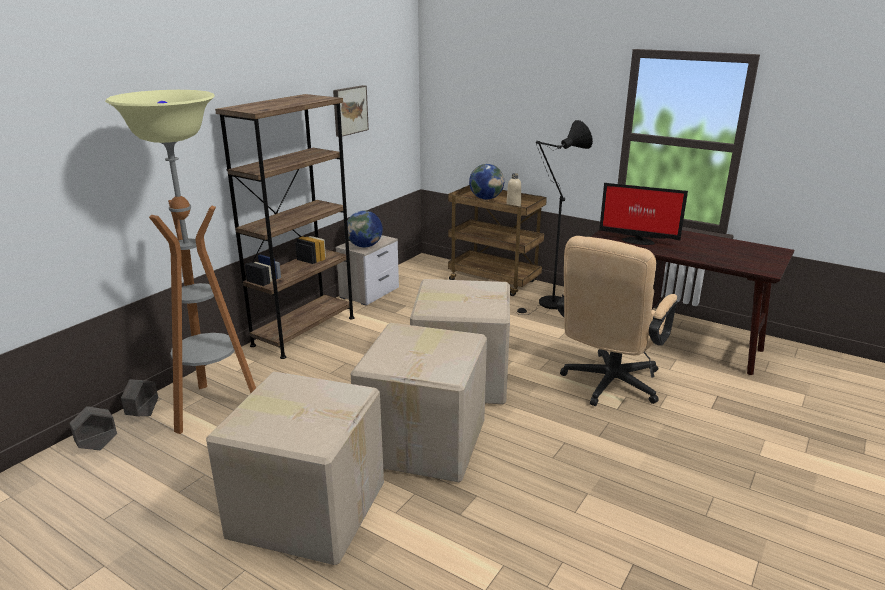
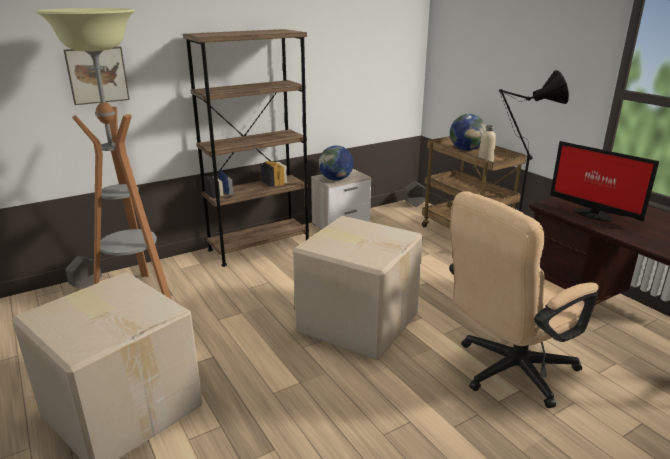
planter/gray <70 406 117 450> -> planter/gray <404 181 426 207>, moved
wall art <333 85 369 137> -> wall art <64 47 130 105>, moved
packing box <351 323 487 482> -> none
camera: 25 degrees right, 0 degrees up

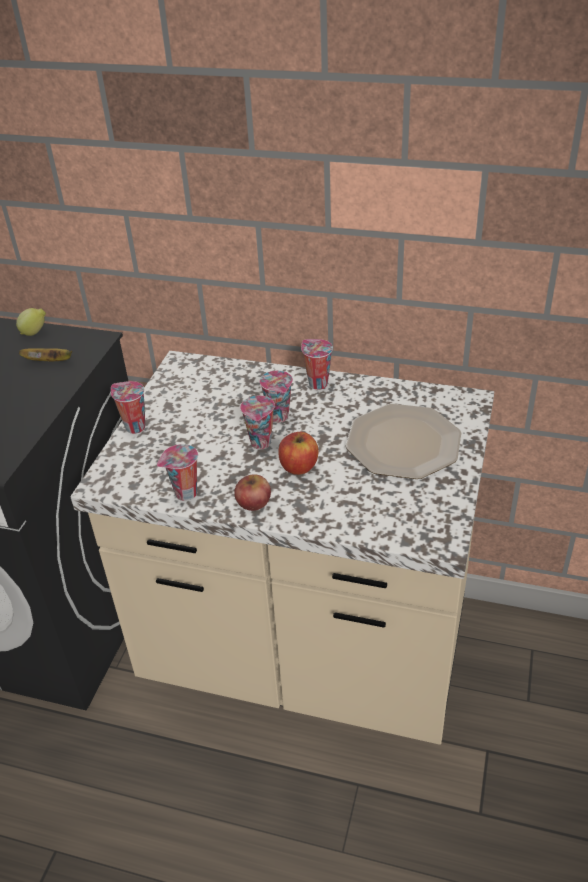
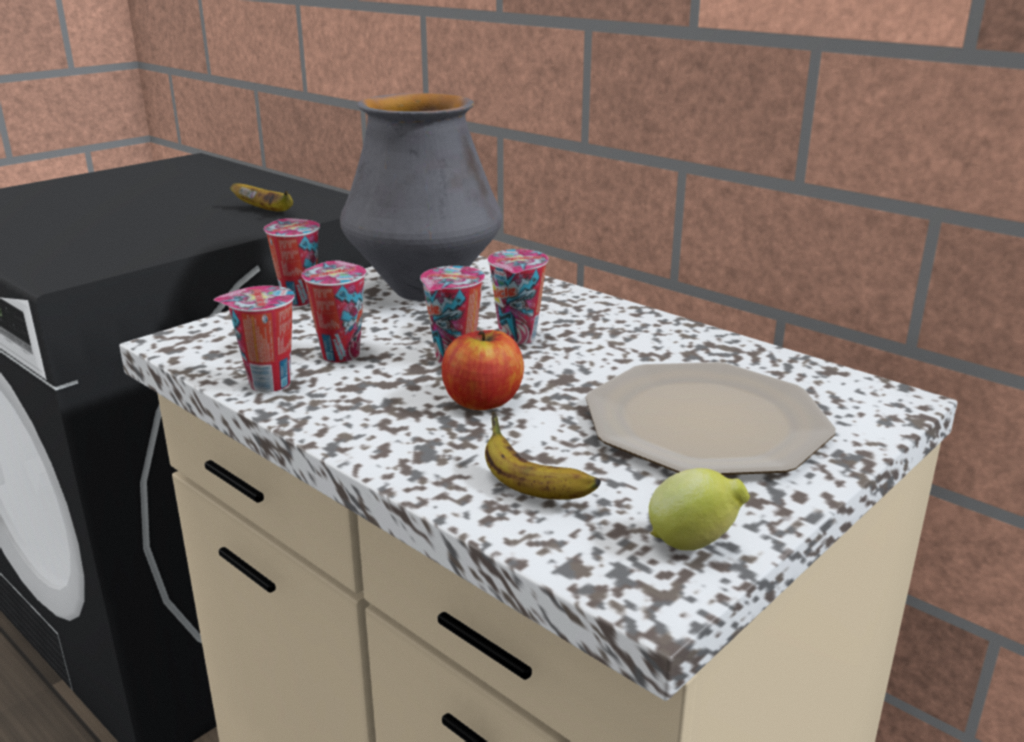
lemon <16 308 46 336> -> lemon <649 468 750 550>, moved
apple <234 474 271 511> -> none
small cup <301 339 333 390> -> small cup <302 260 366 362>, moved
none -> decorative vase <340 93 502 301>
none -> banana fruit <485 412 601 500>
camera: 25 degrees right, 15 degrees down

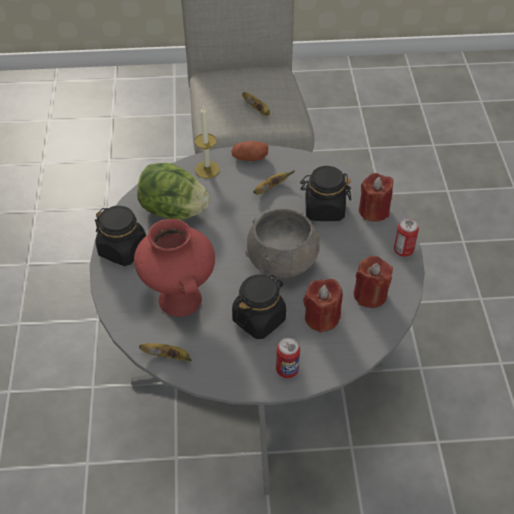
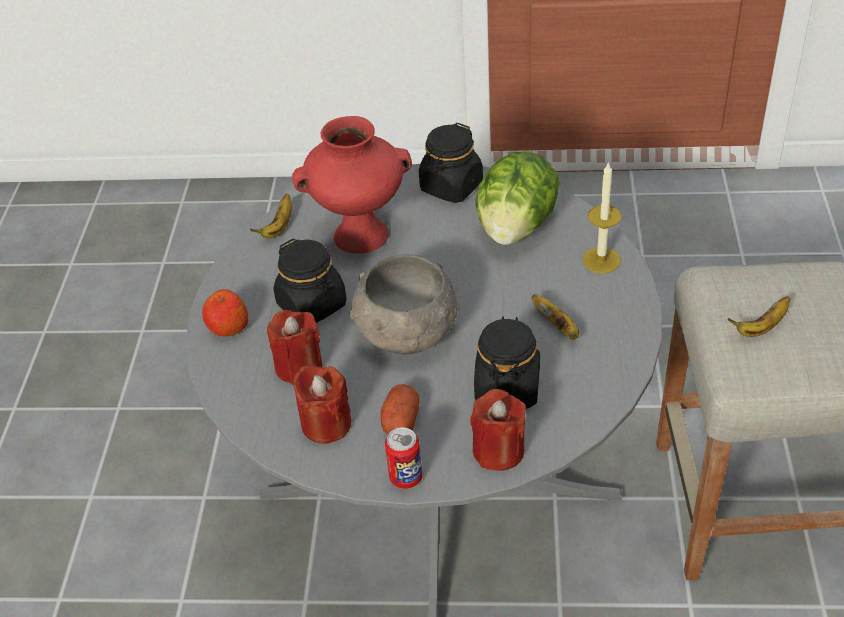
spud <231 141 268 161> -> spud <381 384 420 434>, moved
can <276 338 300 378> -> apple <202 289 248 337>
camera: 100 degrees right, 5 degrees down

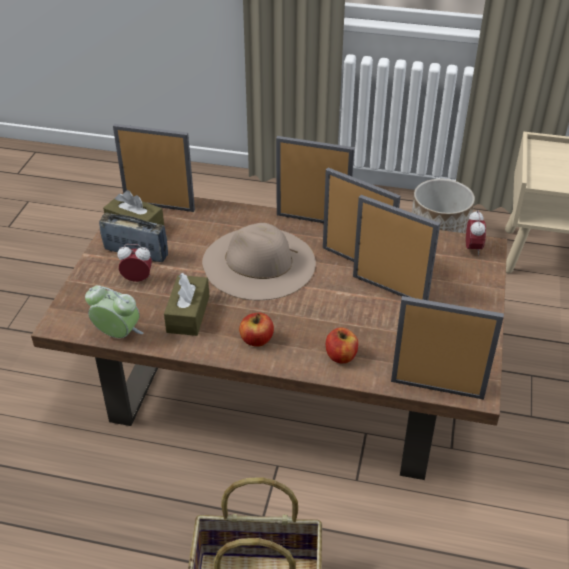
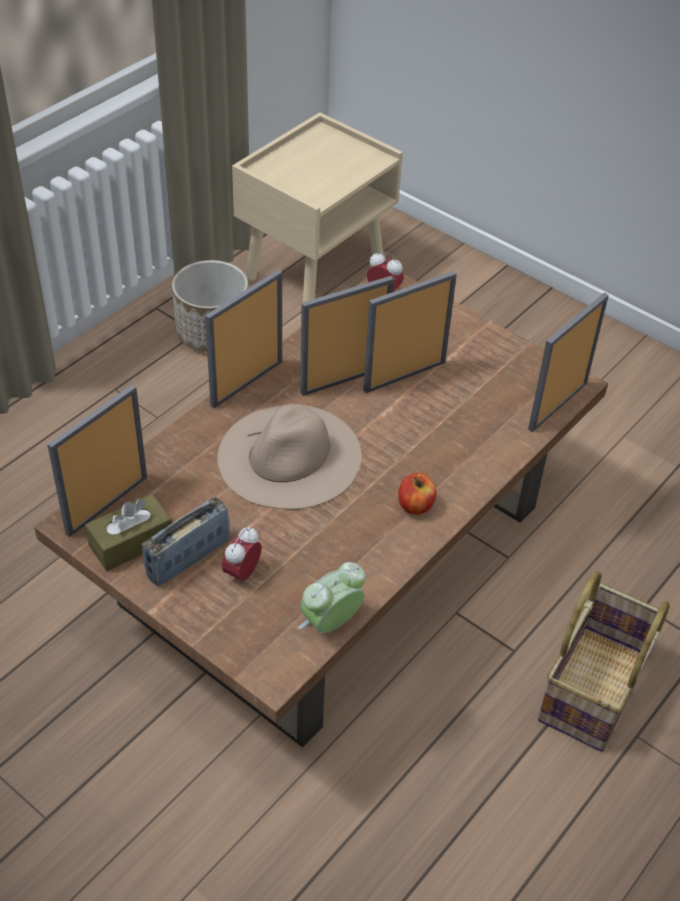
box of tissues/brown <164 273 209 336> -> none
apple <326 327 358 363> -> none
camera: 65 degrees left, 5 degrees up

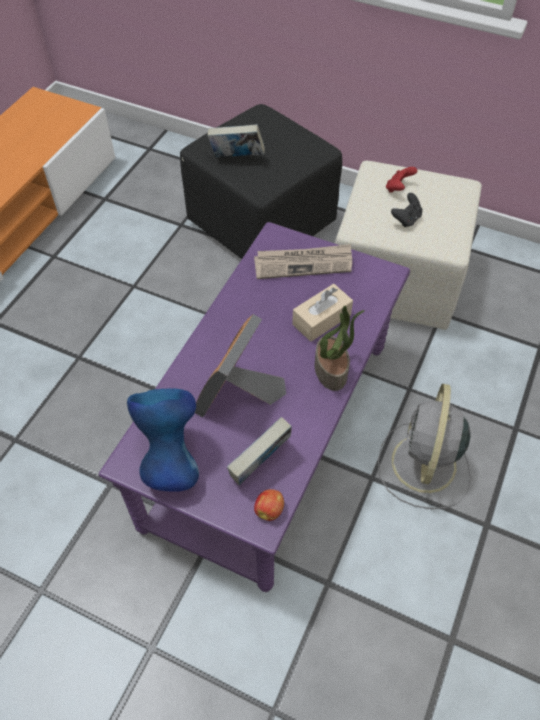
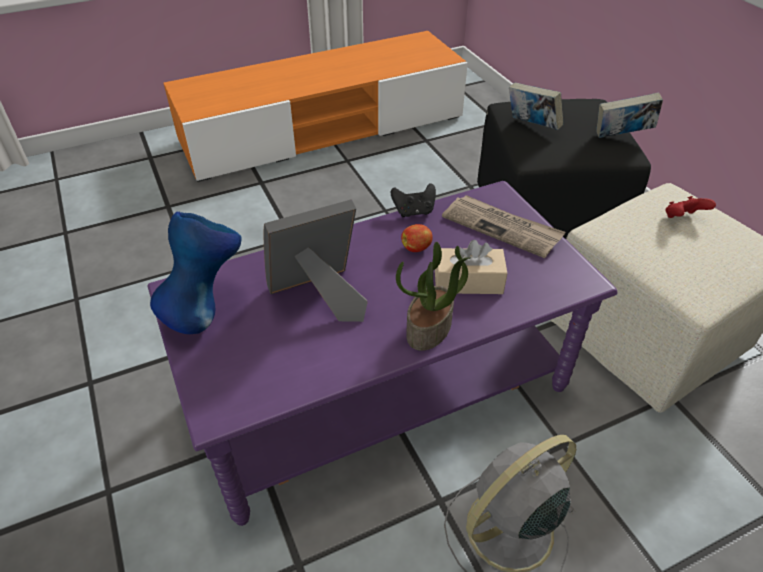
bound book <227 417 292 485> -> bound book <596 92 663 138>, moved
apple <254 489 284 521> -> apple <401 224 433 252>, moved
game controller/black-coloured <391 193 423 228> -> game controller/black-coloured <391 183 436 217>, moved
camera: 40 degrees right, 10 degrees down

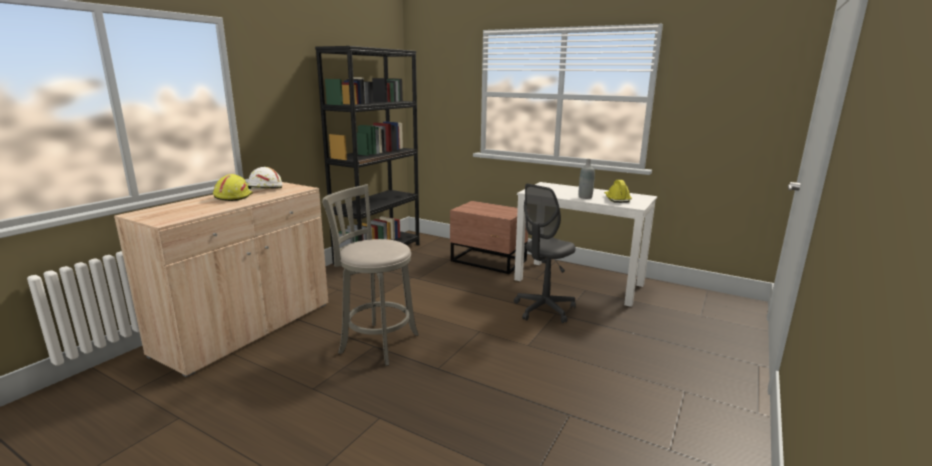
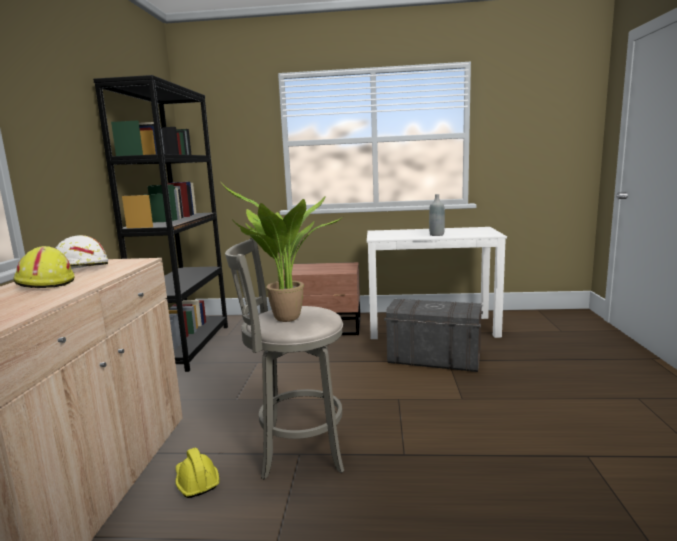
office chair/gray <514 183 576 323> -> storage box/gray <384 299 483 372>
safety helmet/yellowish <604 180 632 203> -> safety helmet/yellowish <175 448 220 498>, moved
none -> potted plant <222 184 344 322>
camera: 25 degrees left, 5 degrees down

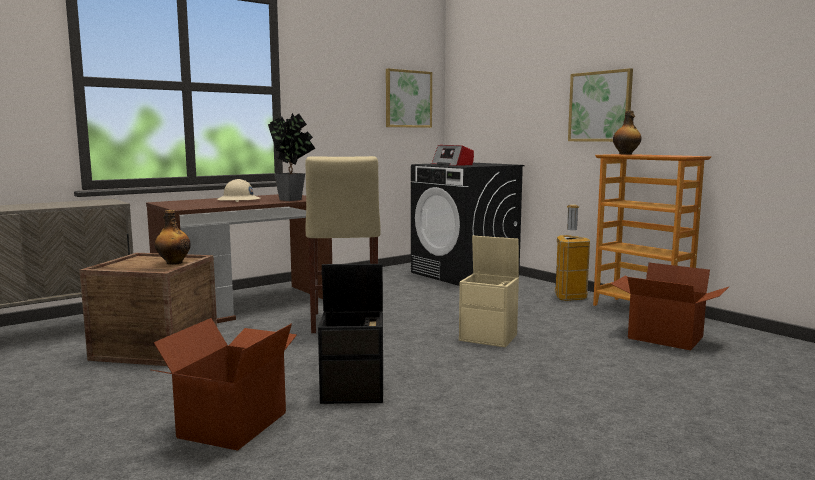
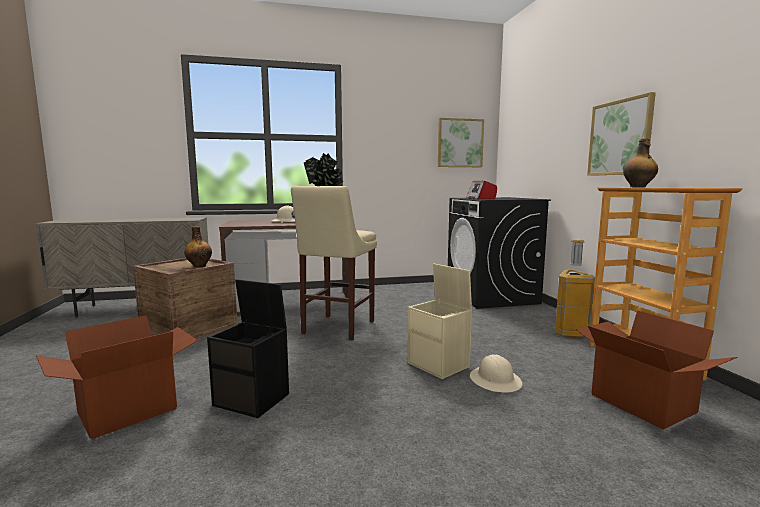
none -> safety helmet/beige <470 355 522 393>
camera: 25 degrees right, 0 degrees up

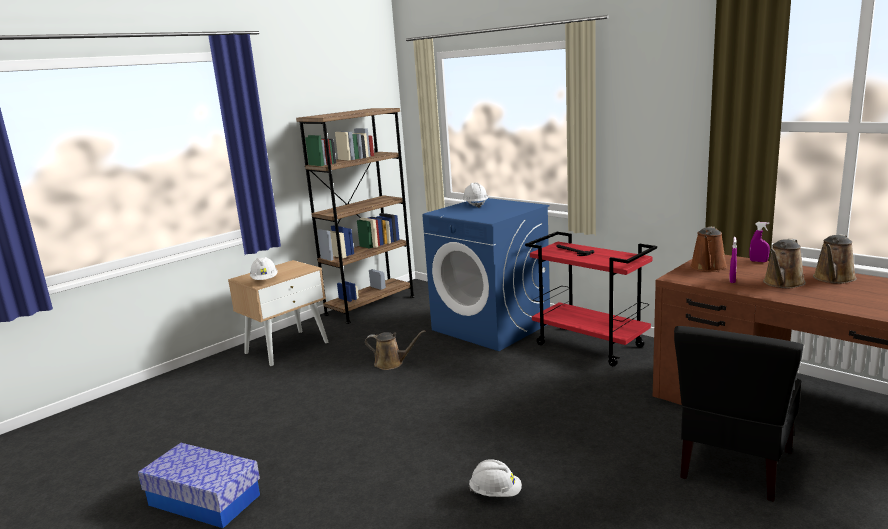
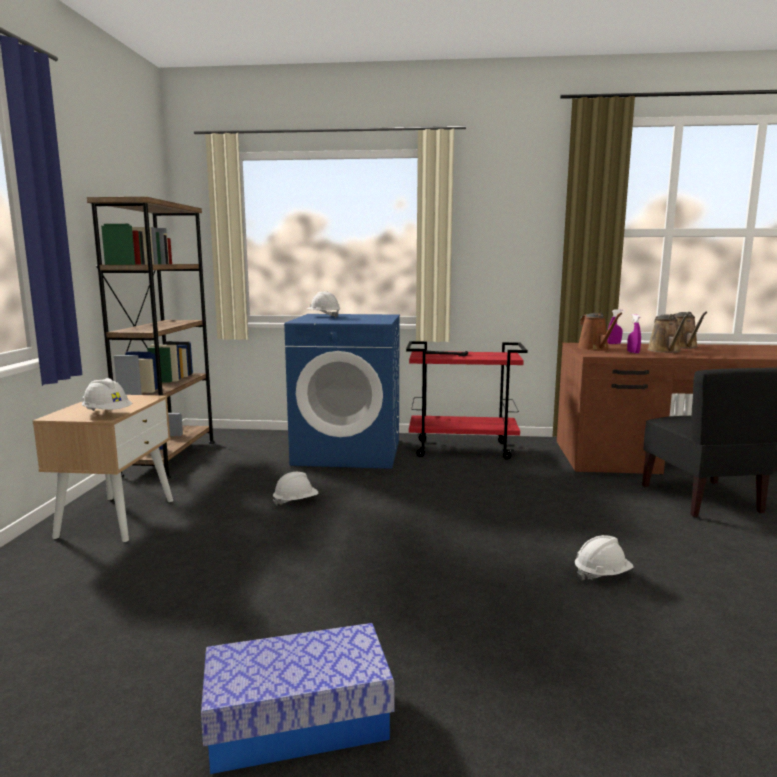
watering can/brown <365 330 425 370> -> safety helmet/whitish <273 472 318 506>
camera: 40 degrees left, 5 degrees down

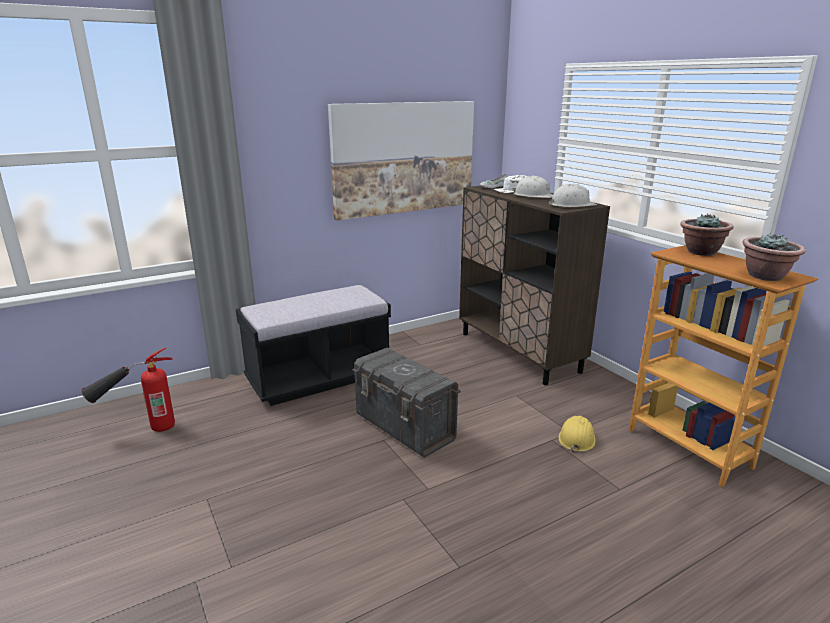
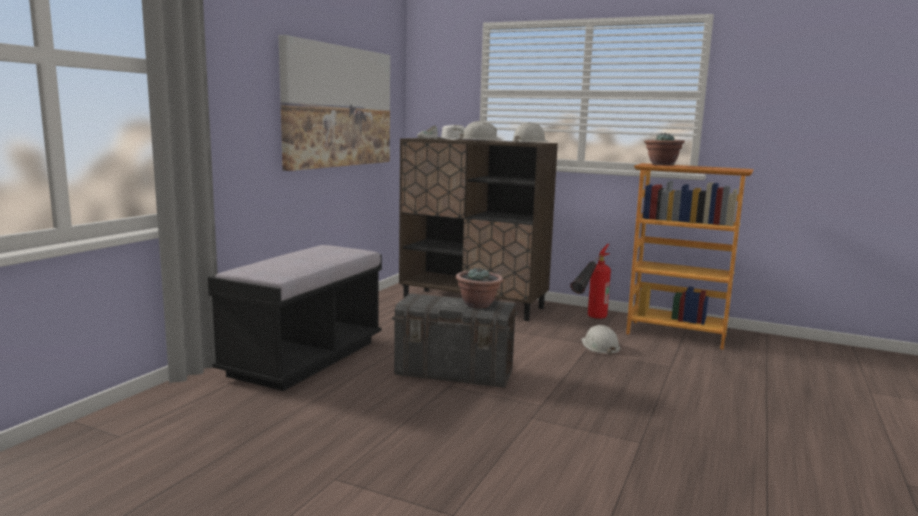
fire extinguisher <81 347 175 432> -> fire extinguisher <570 244 611 319>, moved
safety helmet/yellowish <558 416 596 453> -> safety helmet/whitish <582 325 620 355>
potted plant <742 233 806 281> -> potted plant <456 268 503 308>, moved
camera: 35 degrees left, 10 degrees down

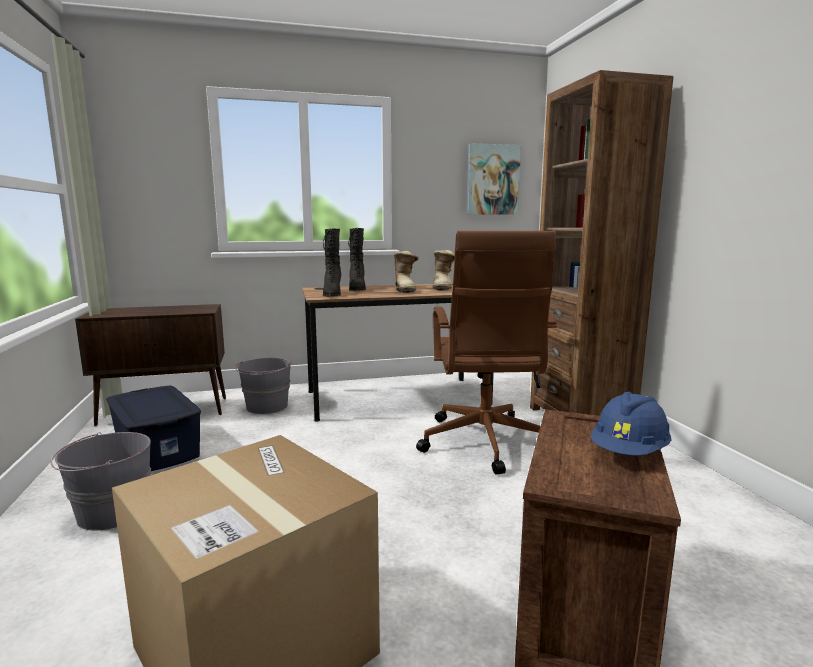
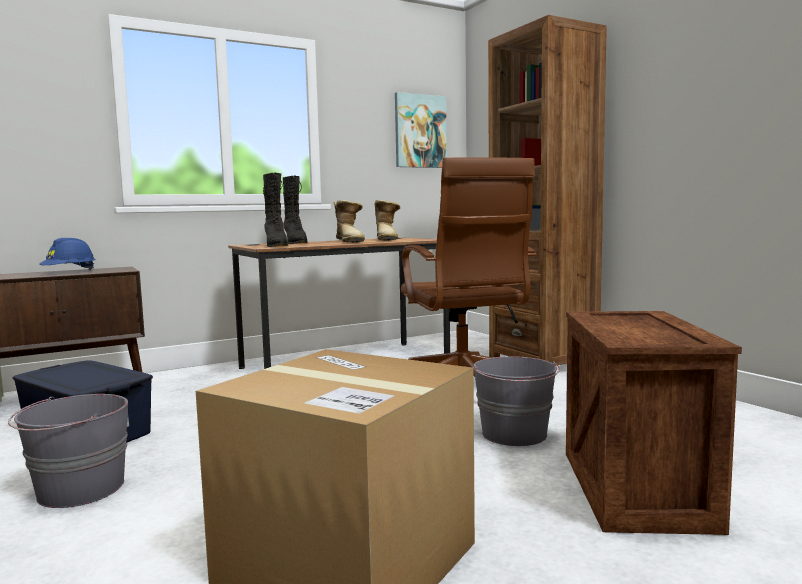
bucket/gray <235 358 291 414> -> bucket/gray <473 356 560 446>, moved
safety helmet/bluish <591 392 671 456> -> safety helmet/bluish <39 238 96 270>, moved
camera: 15 degrees left, 5 degrees down

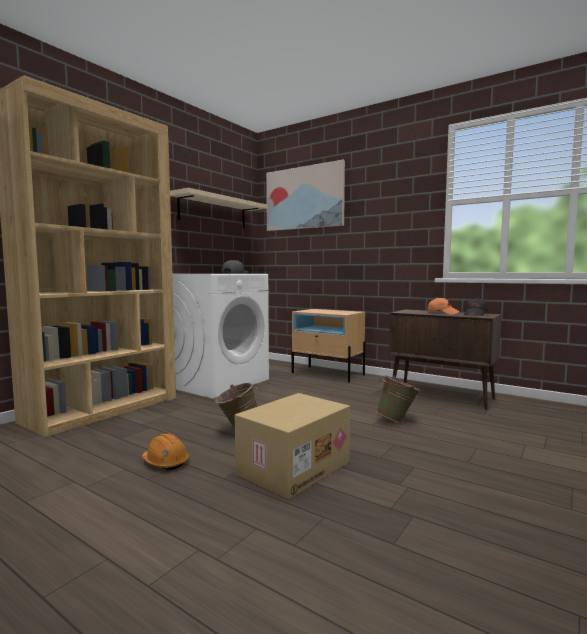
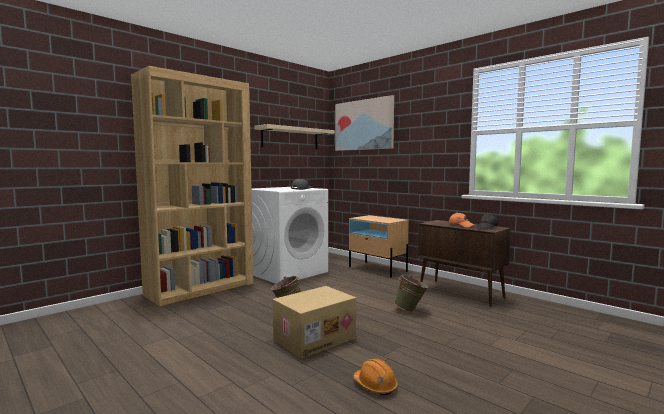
safety helmet/orange-coloured <142 433 189 470> -> safety helmet/orange-coloured <353 358 398 395>, moved
camera: 10 degrees right, 0 degrees up

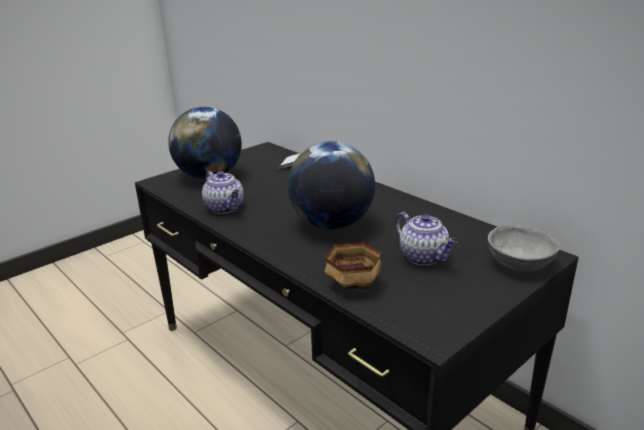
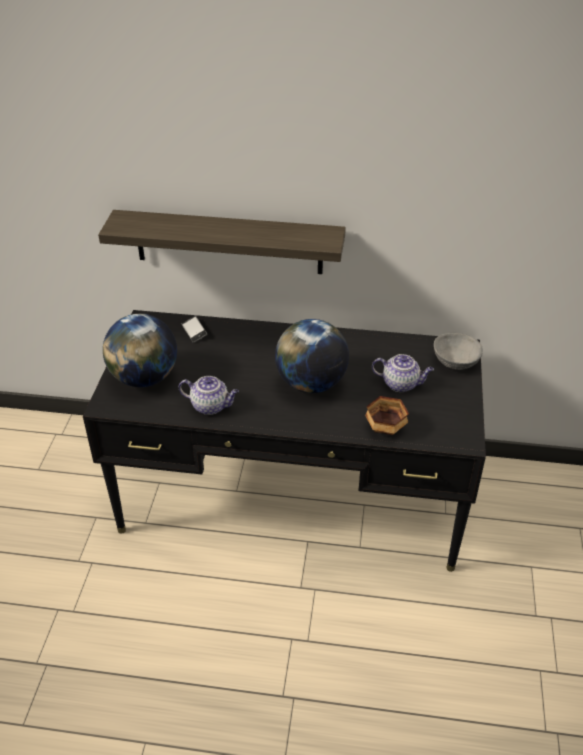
none -> shelf <98 210 346 274>
camera: 40 degrees left, 15 degrees up

